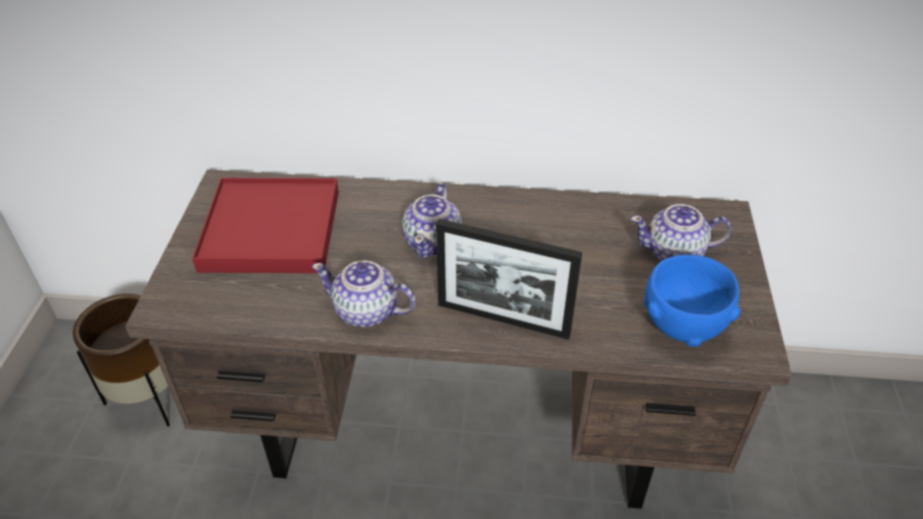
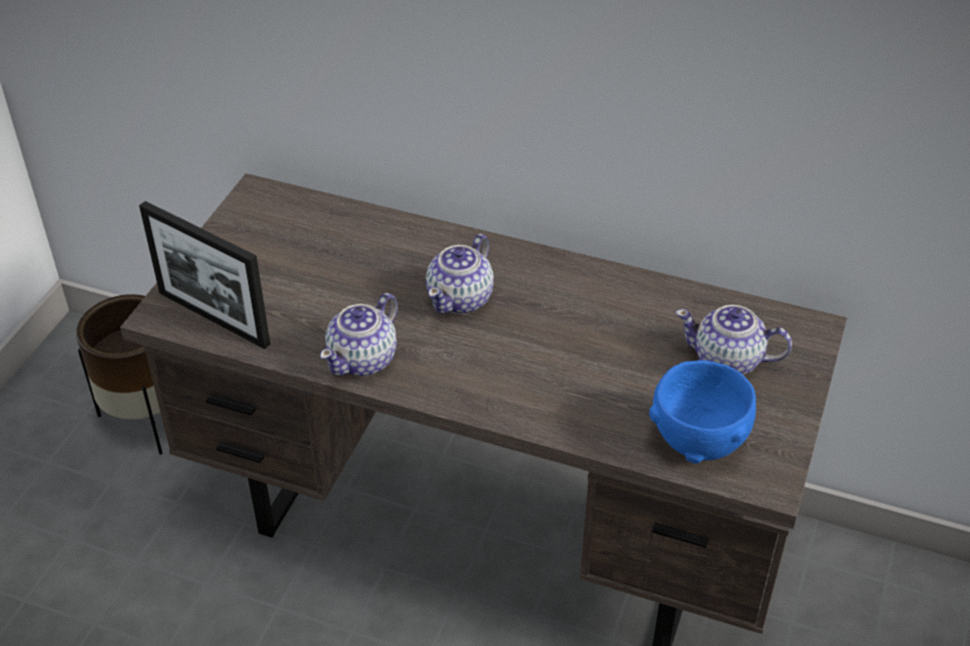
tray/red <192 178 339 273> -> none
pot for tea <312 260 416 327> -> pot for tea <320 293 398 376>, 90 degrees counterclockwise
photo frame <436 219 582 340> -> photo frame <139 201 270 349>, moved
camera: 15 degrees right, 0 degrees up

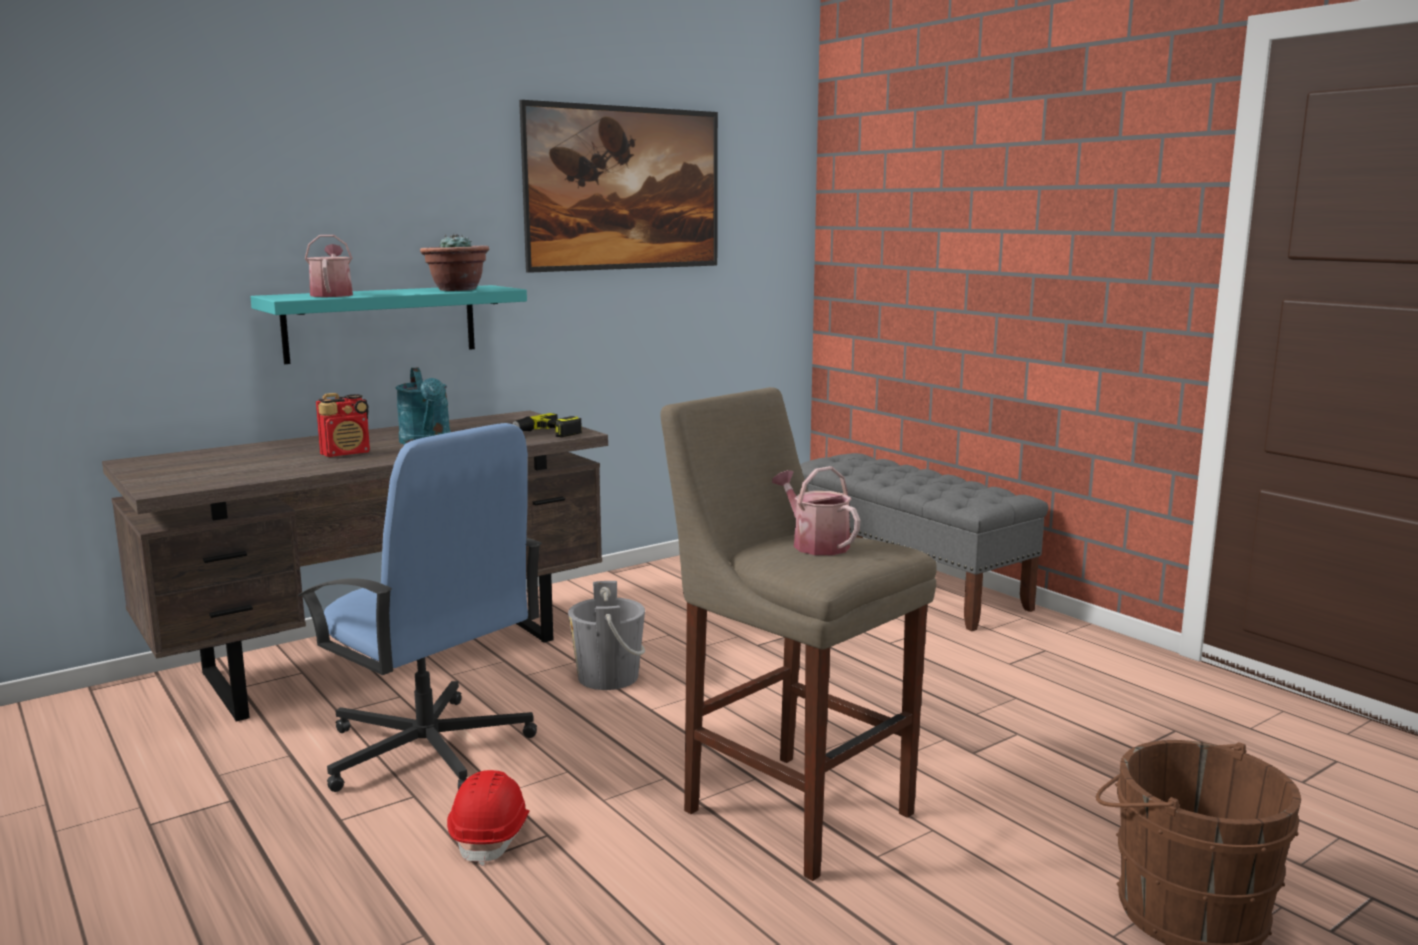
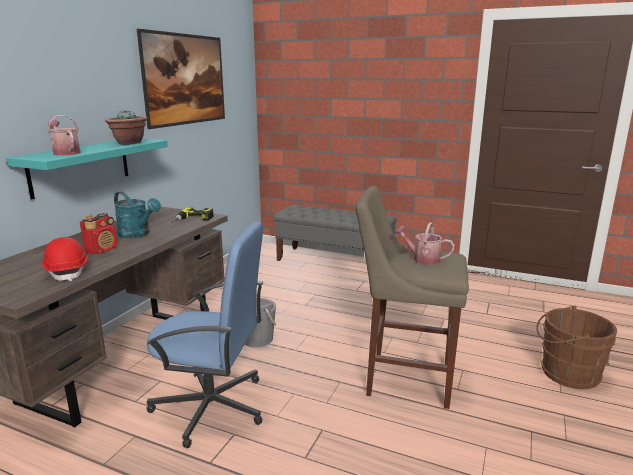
safety helmet/red <447 770 530 866> -> safety helmet/red <42 237 88 281>, moved
camera: 30 degrees left, 5 degrees up

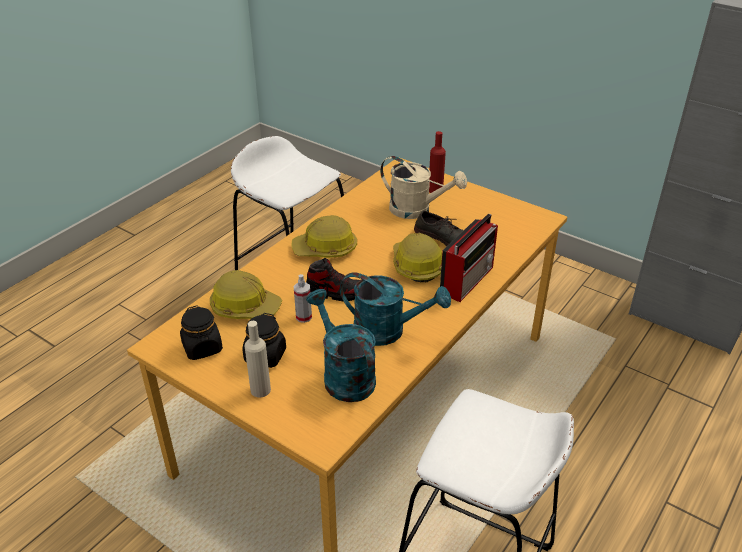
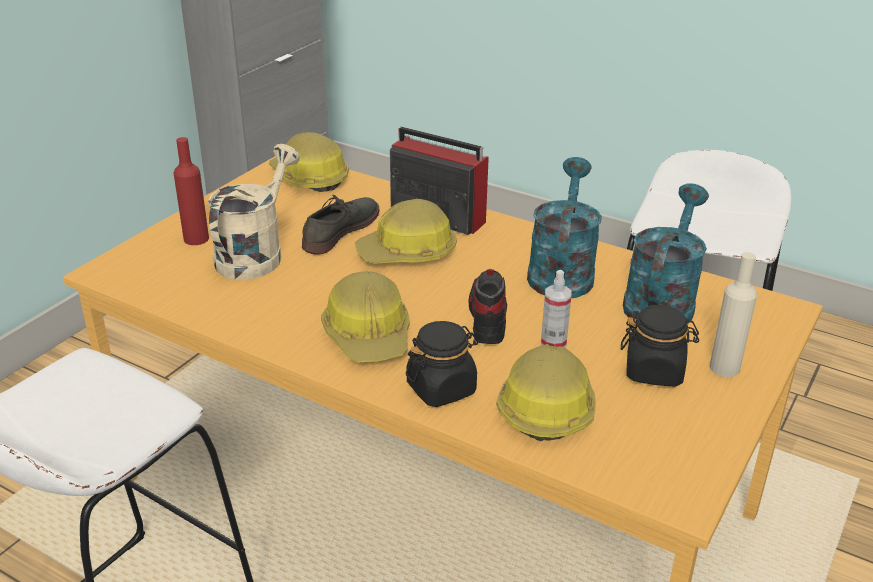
preserve jar/black-coloured <180 306 223 360> -> preserve jar/black-coloured <406 321 479 407>, moved
watering can/blue-green <306 289 376 402> -> watering can/blue-green <623 183 709 324>, 150 degrees clockwise
none -> safety helmet <269 132 349 192>
camera: 95 degrees left, 5 degrees down

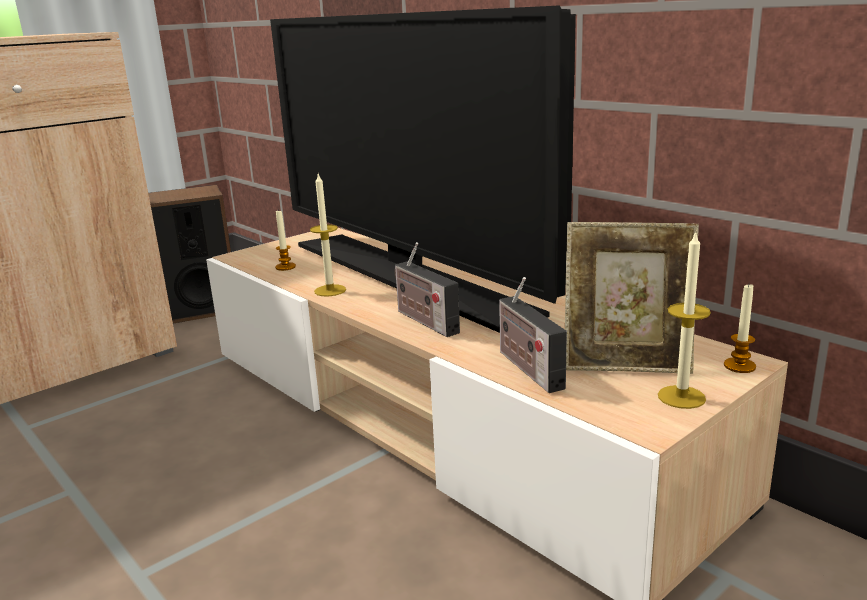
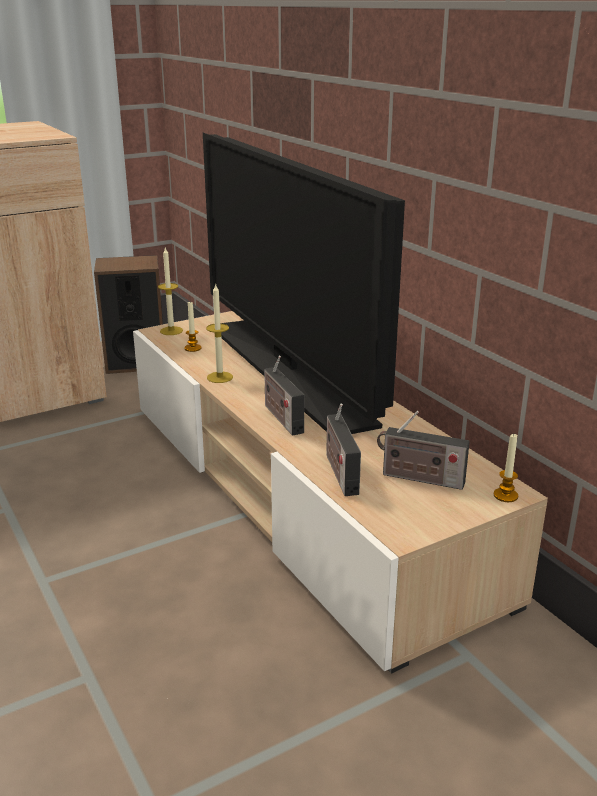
photo frame <565 222 699 374> -> radio receiver <377 411 470 490>
wax light <658 231 711 409> -> wax light <158 248 183 335>, moved
camera: 10 degrees right, 5 degrees up

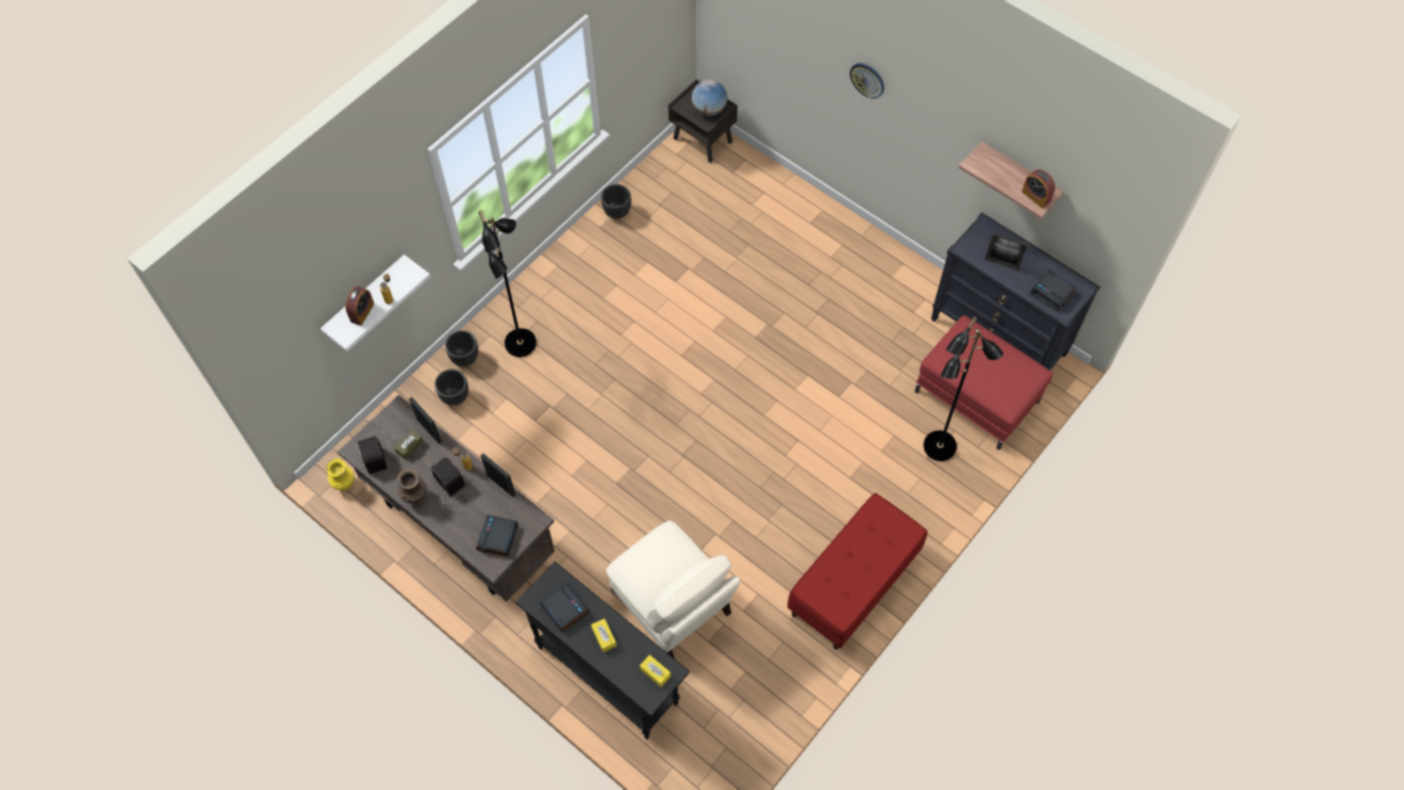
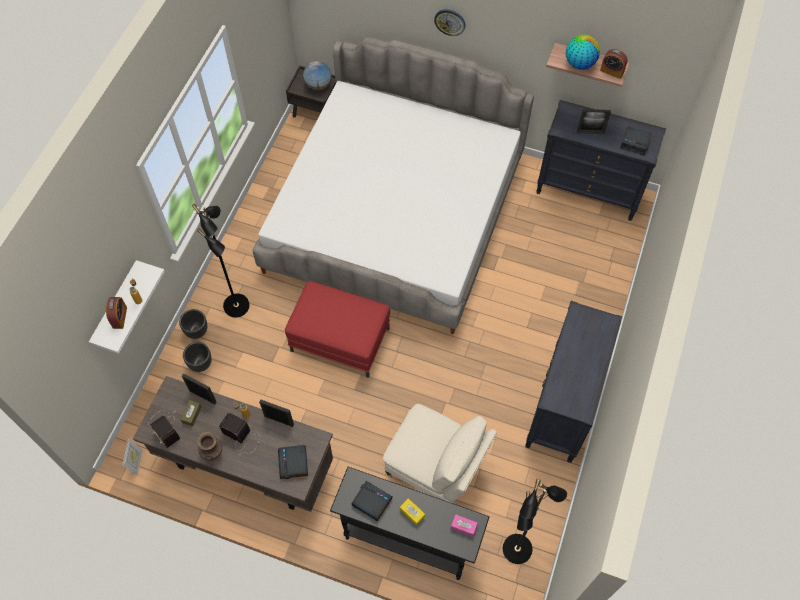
decorative vase/yellowish <326 458 354 491> -> photo frame <123 438 143 476>
planter/black-coloured <601 184 631 219> -> none
box of tissues/yellowish <640 655 671 687> -> box of tissues/pinkish <451 514 478 537>
long seat/red <787 493 927 650> -> chest of drawers/black-coloured <525 301 623 463>
ottoman/red <915 316 1053 450> -> ottoman/red <285 281 390 378>, moved
floor lamp/black-coloured <923 316 1004 461> -> floor lamp/black-coloured <503 479 567 564>, moved
none -> sleeping bed <252 37 534 334>
none -> desk globe <566 35 600 70>
camera: 20 degrees left, 0 degrees up

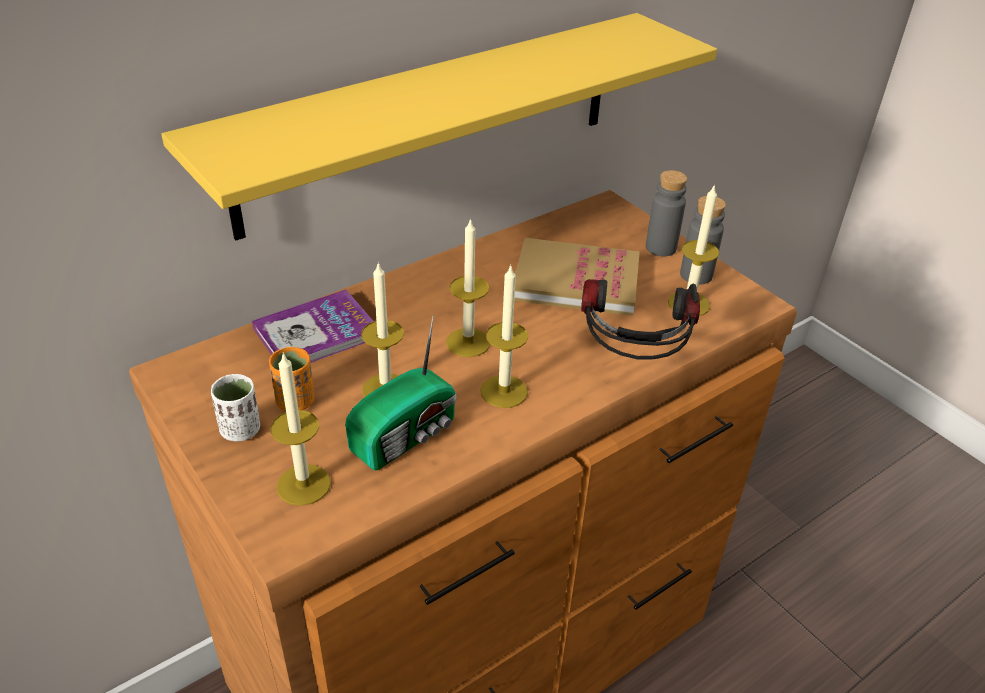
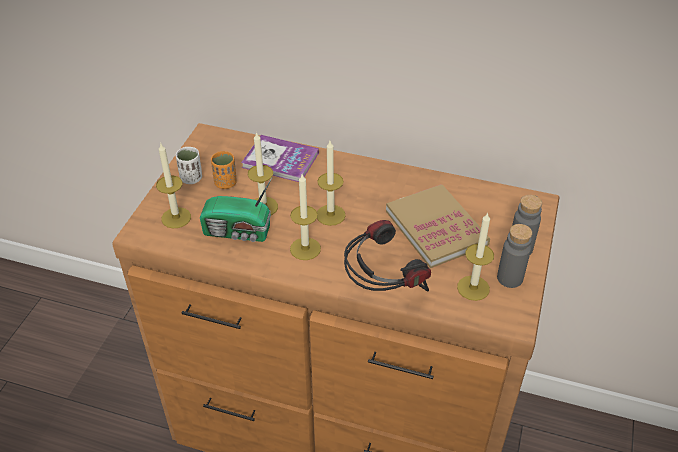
shelf/yellowish <161 13 717 240> -> none
camera: 55 degrees right, 5 degrees up

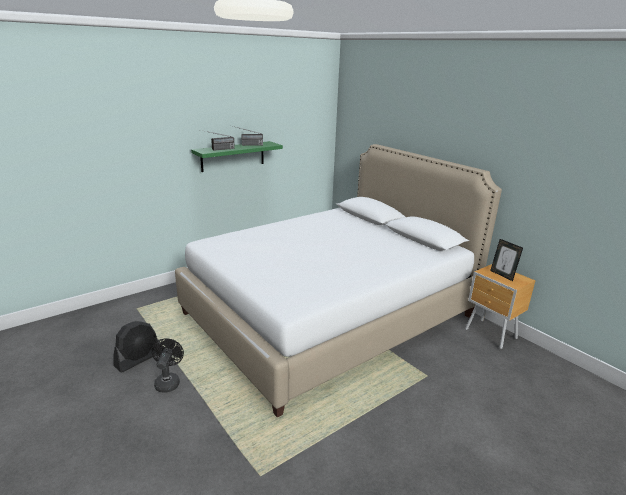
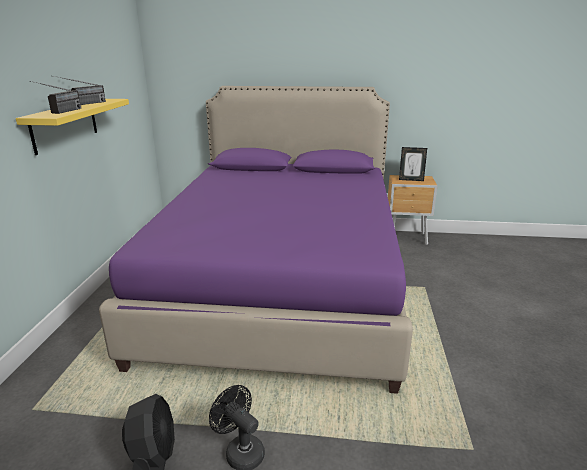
sleeping bed/whitish <175 144 502 418> -> sleeping bed/purplish <99 86 413 394>
shelf/green <191 141 283 172> -> shelf/yellowish <16 99 129 155>
camera: 45 degrees left, 0 degrees up

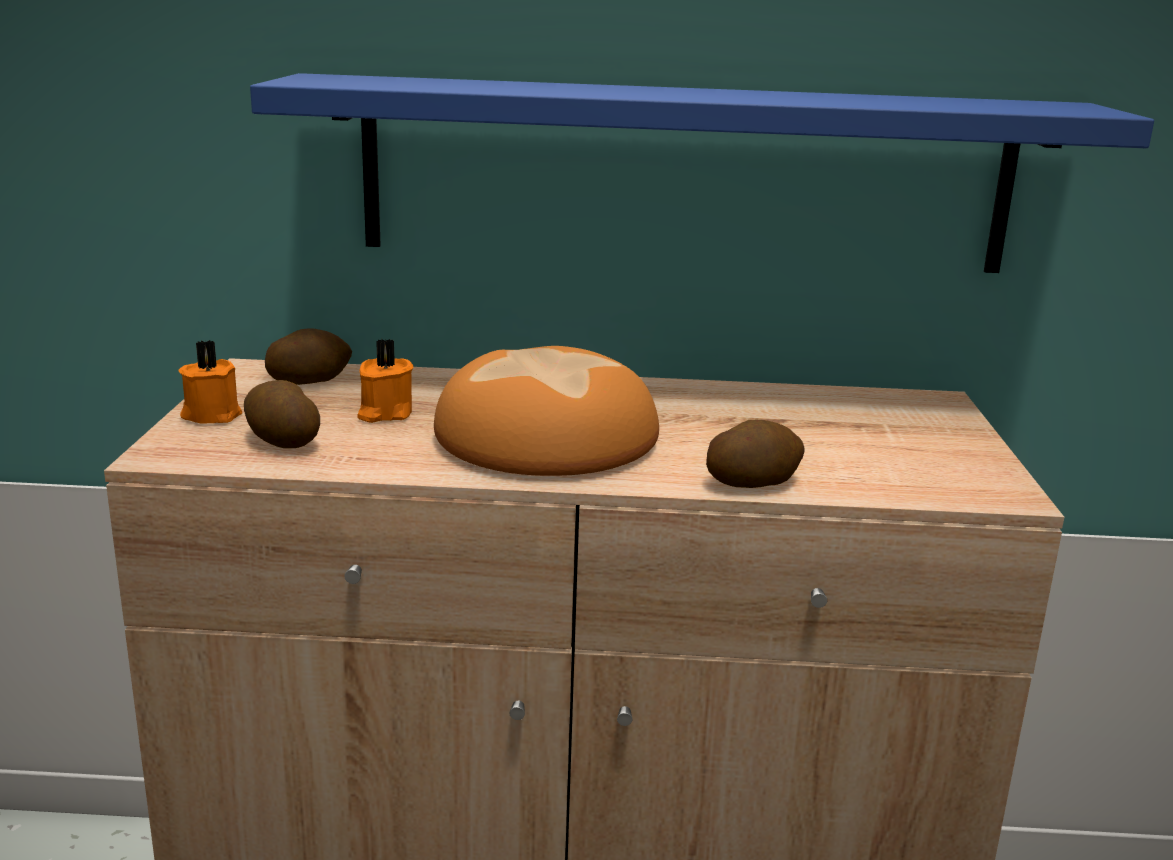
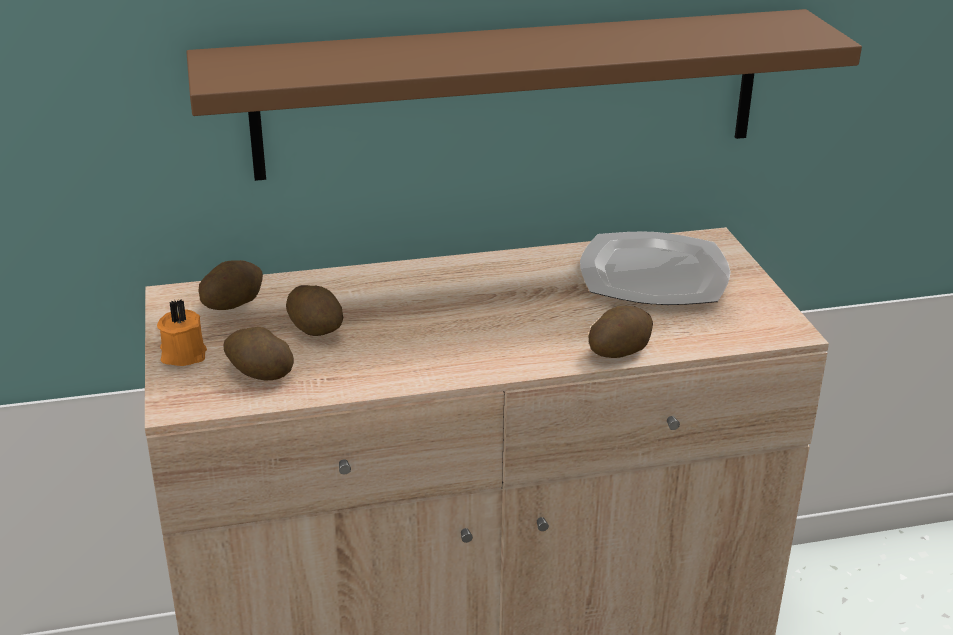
shelf/bluish <250 73 1154 273> -> shelf/brown <186 9 862 181>
wax light/orange-coloured <357 339 413 423> -> spud <286 285 343 336>
bakery bread <434 346 659 476> -> none
none -> plate <580 232 731 305>
camera: 15 degrees left, 10 degrees up

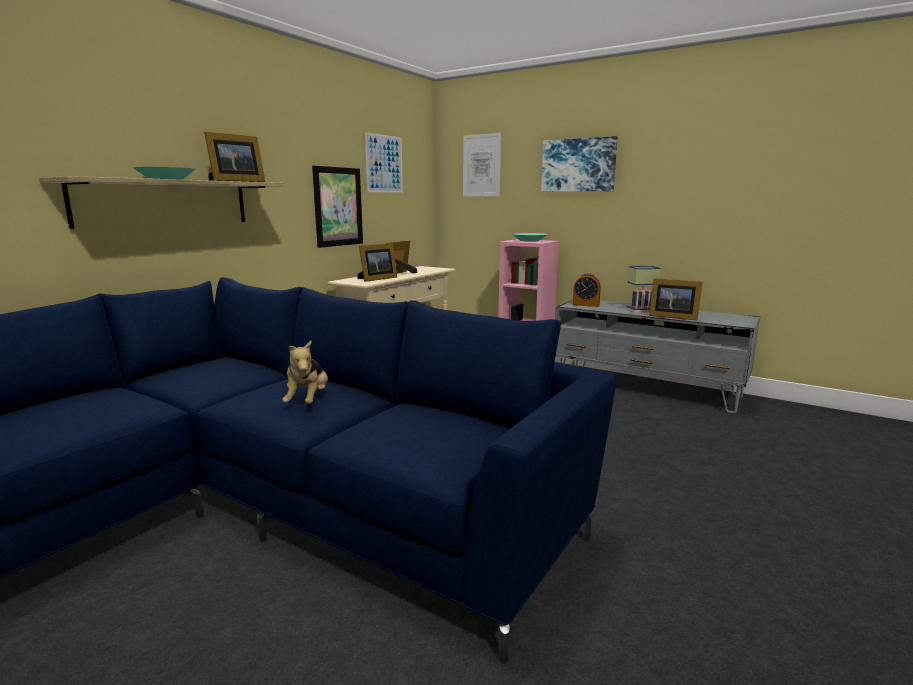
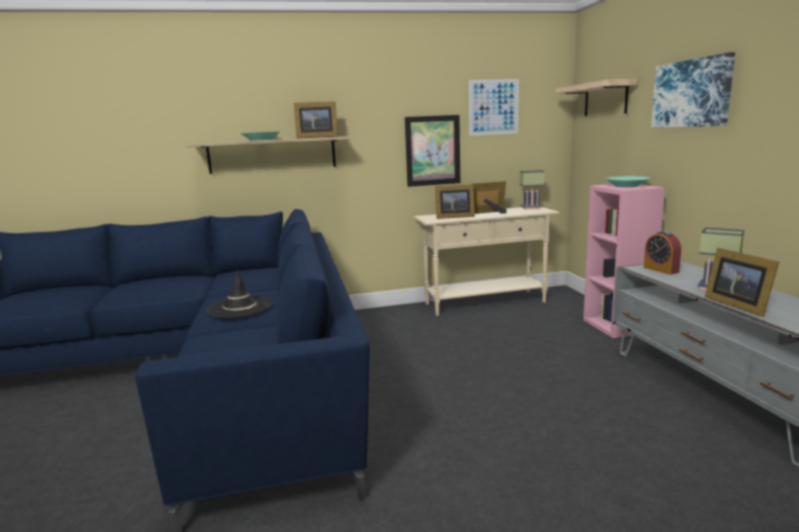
cuddly toy <282 341 328 404> -> clothing hat/black-coloured <206 270 273 319>
wall art <463 133 501 196> -> shelf <555 79 637 116>
none -> tabletop lamp <520 170 545 209>
camera: 45 degrees right, 0 degrees up

